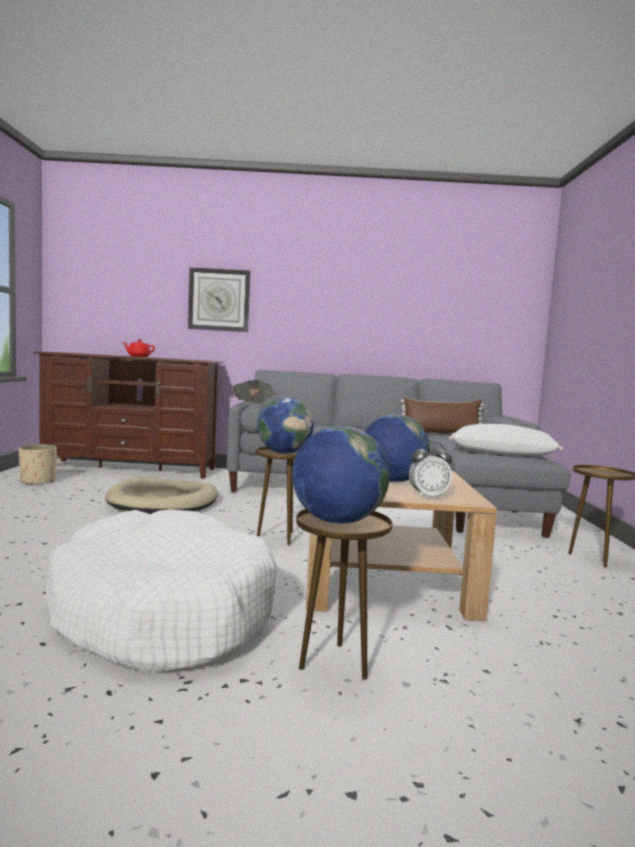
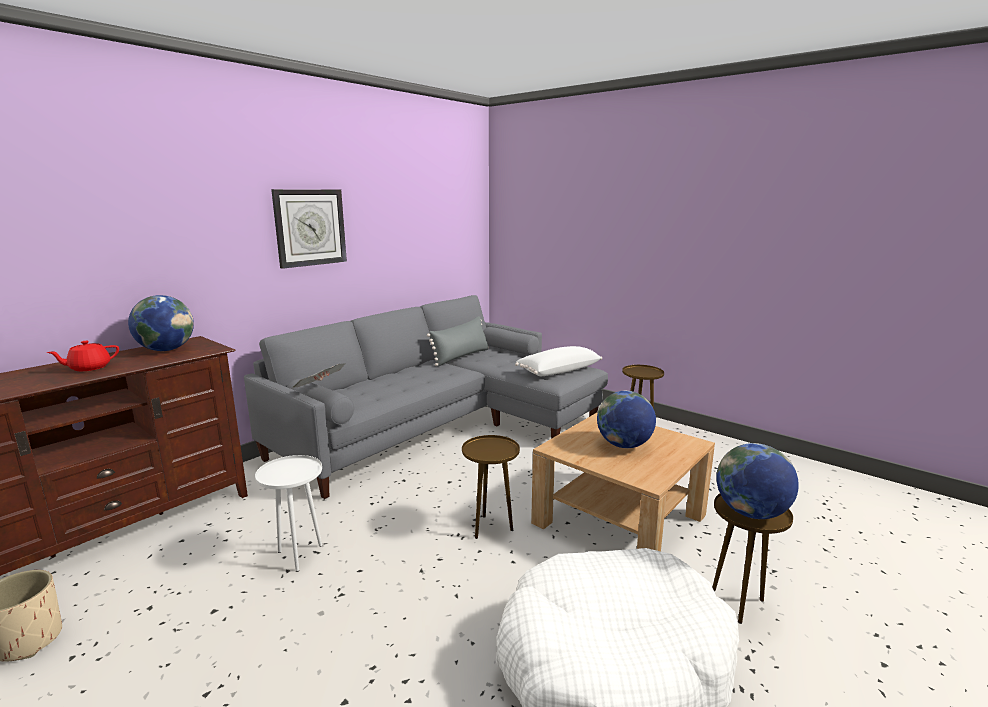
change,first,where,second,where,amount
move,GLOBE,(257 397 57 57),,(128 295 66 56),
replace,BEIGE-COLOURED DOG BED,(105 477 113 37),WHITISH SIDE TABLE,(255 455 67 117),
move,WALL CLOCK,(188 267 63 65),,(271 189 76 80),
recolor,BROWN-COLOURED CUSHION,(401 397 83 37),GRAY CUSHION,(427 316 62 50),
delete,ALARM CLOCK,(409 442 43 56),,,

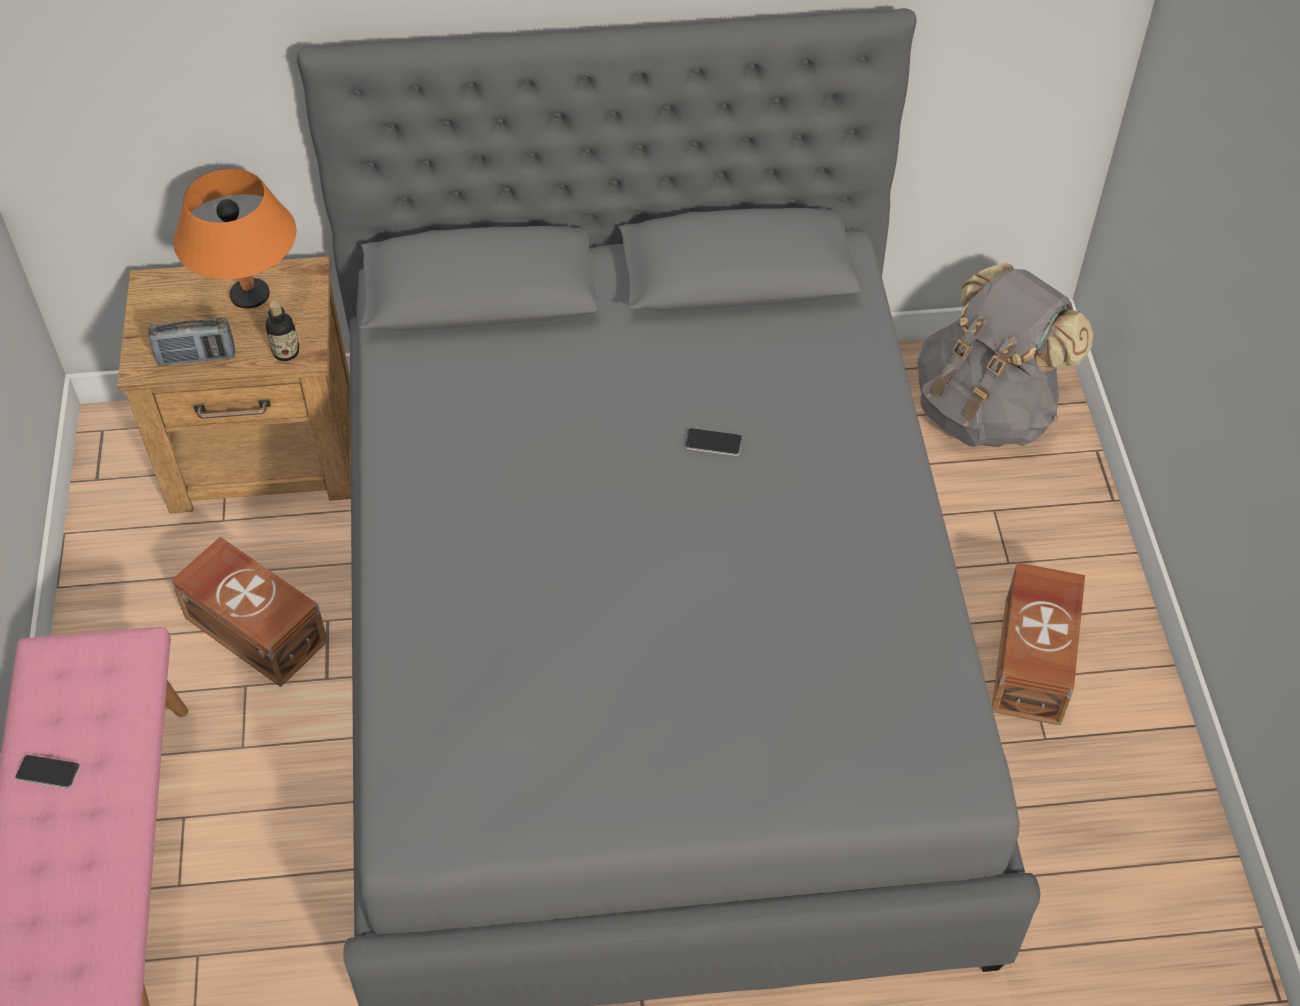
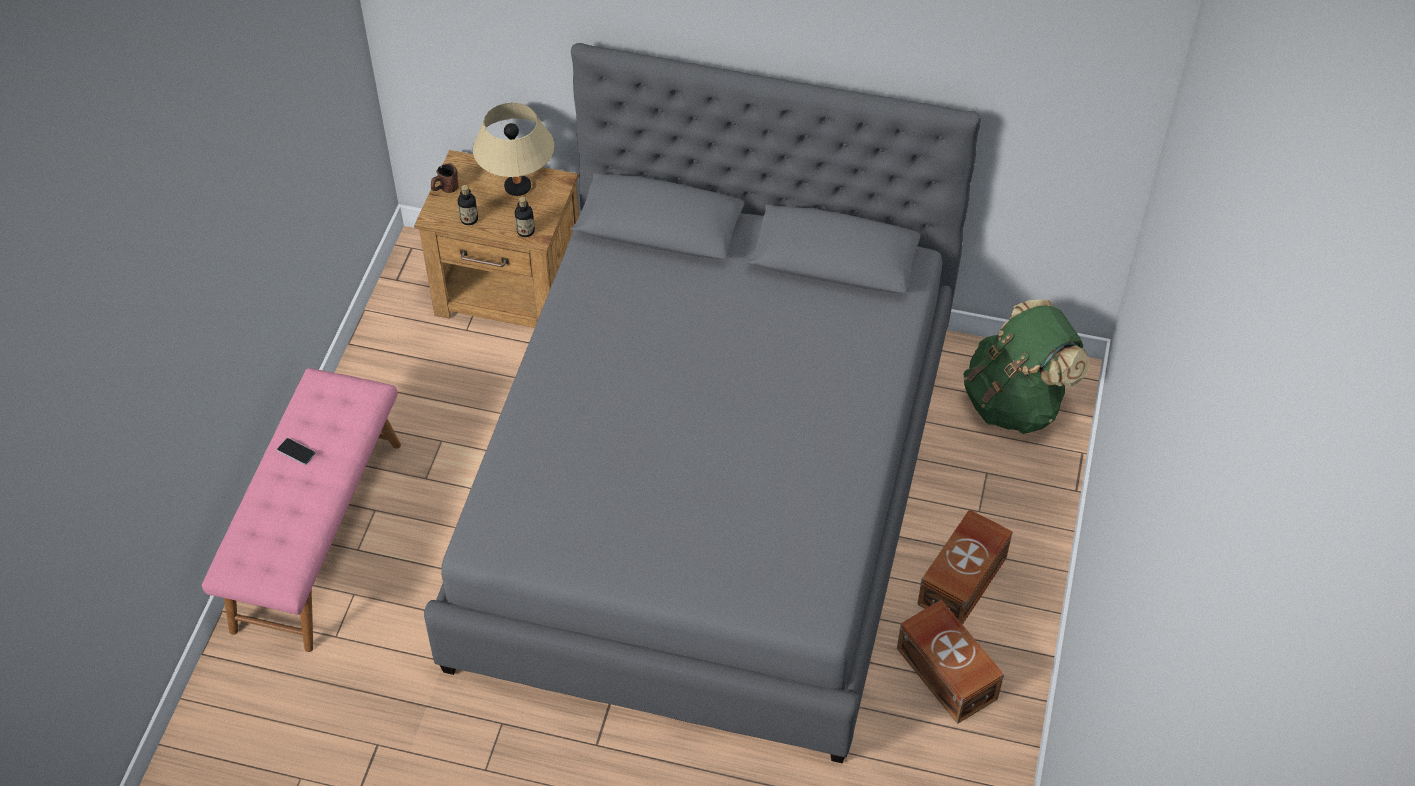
change,first,where,second,where,amount
insert,,,BROWN-COLOURED MUG,(431 163 27 30),
replace,RADIO RECEIVER,(148 317 87 49),DRINK BOTTLE,(458 185 20 40),
recolor,ORANGE TABLETOP LAMP,(174 169 122 140),BEIGE-COLOURED TABLETOP LAMP,(473 103 82 93),
move,BROWN-COLOURED STORAGE BOX,(171 537 157 150),,(897 600 107 124),
recolor,GRAY BACKPACK,(918 262 175 185),GREENISH BACKPACK,(963 299 127 135),
delete,TELEPHONE,(685 428 57 28),,,

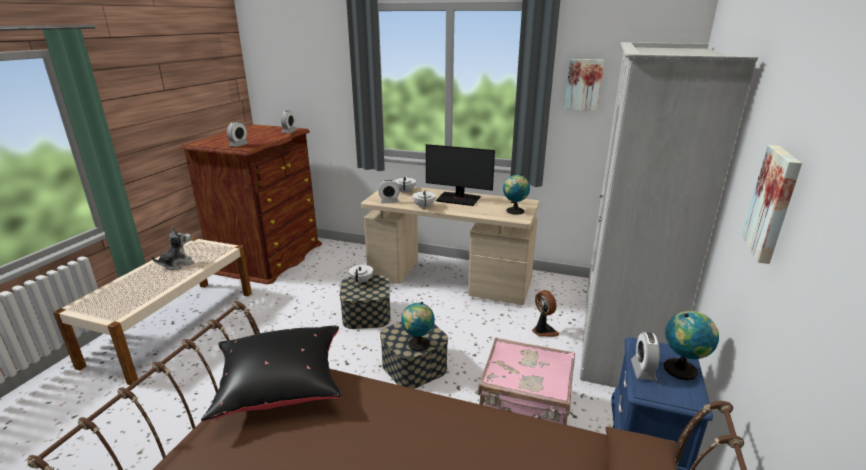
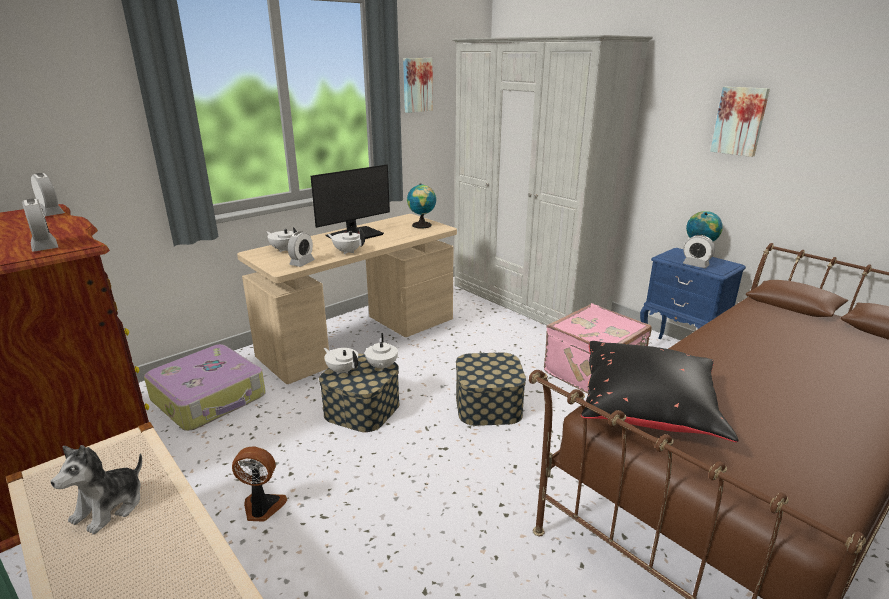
change,first,where,second,where,amount
rotate,CUDDLY TOY,(151 227 43 43),,(50 445 92 89),150 degrees counterclockwise
insert,,,PIECE OF LUGGAGE,(144 344 122 87),
move,COOLING FAN,(532 290 27 47),,(232 447 55 75),
insert,,,WHITISH TEAPOT,(365 333 33 38),
delete,GLOBE,(401 302 34 49),,,

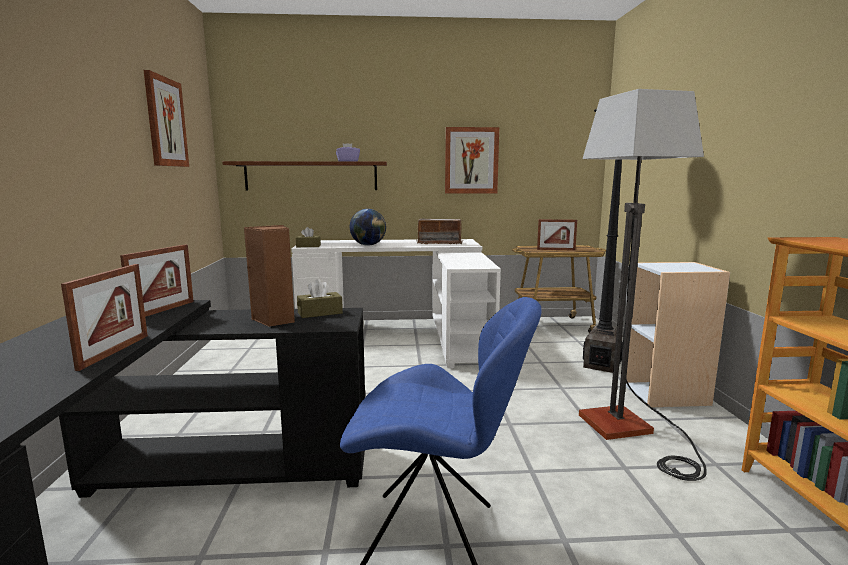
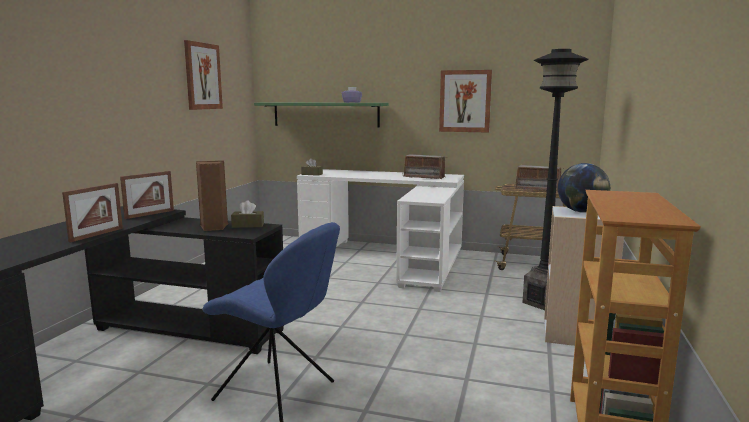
change,first,where,second,where,amount
recolor,BROWN-COLOURED WALL SHELF,(222 161 165 30),GREENISH WALL SHELF,(254 102 134 25),
replace,PICTURE FRAME,(537 219 40 32),RADIO RECEIVER,(514 165 47 26),
move,GLOBE,(350 209 36 37),,(558 163 52 50),
delete,STANDING LAMP,(579 89 128 392),,,

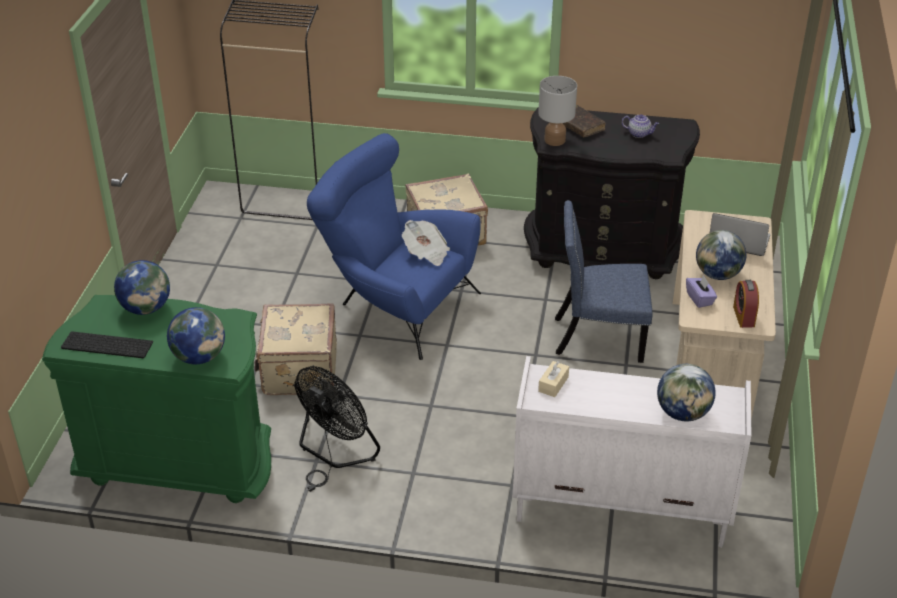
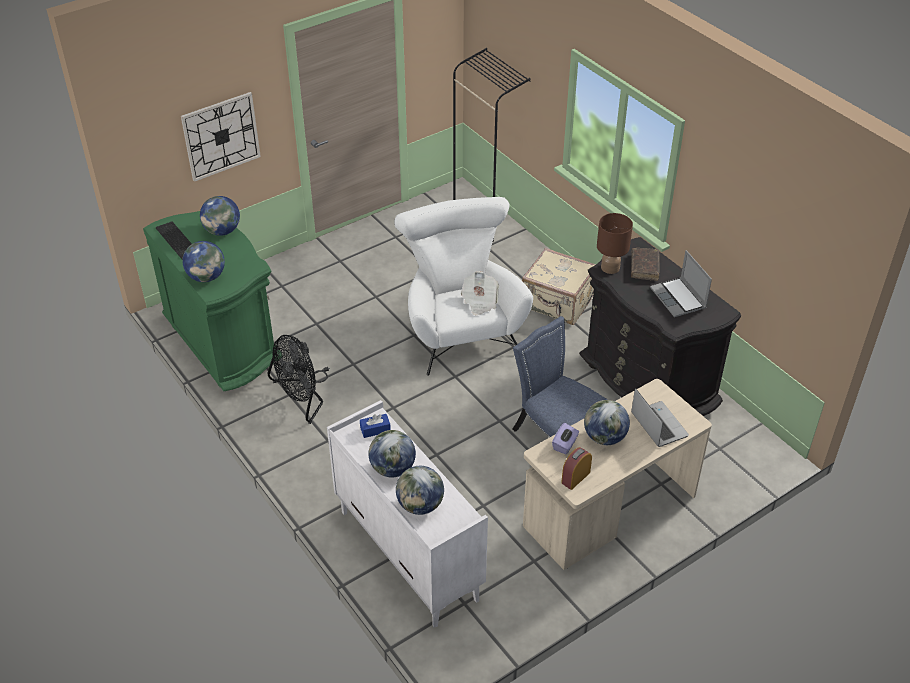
change,first,where,second,where,amount
insert,,,WALL CLOCK,(181 92 80 90),
rotate,BLACKISH COOLING FAN,(293 366 87 126),,(268 335 62 89),150 degrees clockwise
recolor,BEIGE-COLOURED TISSUE HOLDER,(538 361 31 36),BLUE-COLOURED TISSUE HOLDER,(360 414 31 24),
insert,,,GLOBE,(369 430 47 48),
recolor,BLUE-COLOURED ARMCHAIR,(307 133 174 227),WHITISH ARMCHAIR,(394 197 139 179),
recolor,GRAY TABLETOP LAMP,(538 76 39 70),BROWN-COLOURED TABLETOP LAMP,(597 213 36 61),
replace,TEAPOT,(622 114 37 24),NOTEBOOK COMPUTER,(650 250 62 67),
delete,BEIGE-COLOURED PIECE OF LUGGAGE,(255 304 82 91),,,

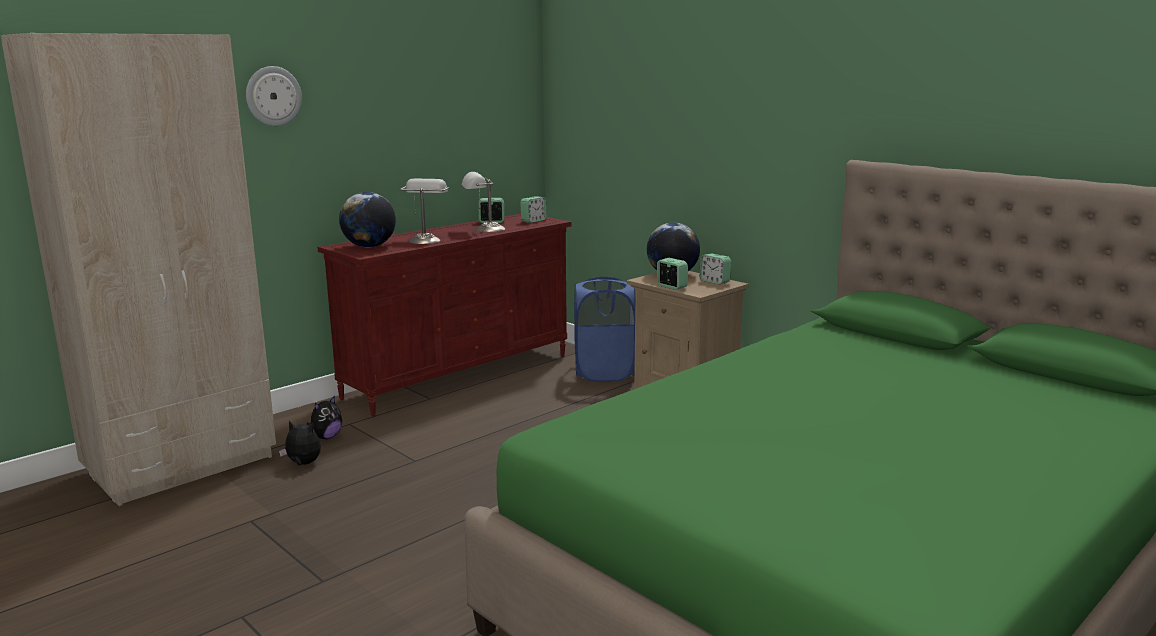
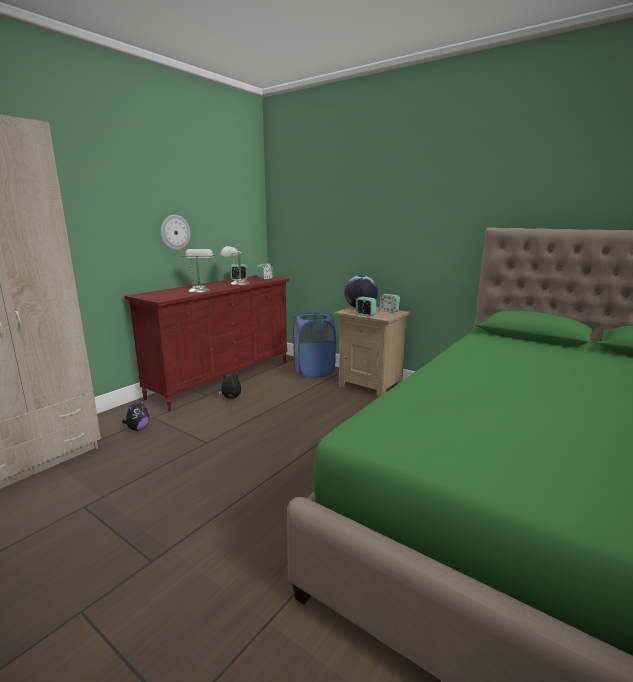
change,first,where,second,where,amount
move,WALL CLOCK,(246 66 56 60),,(161 215 30 36),
move,CUDDLY TOY,(279 421 42 44),,(218 374 23 25),
delete,GLOBE,(339 192 57 55),,,

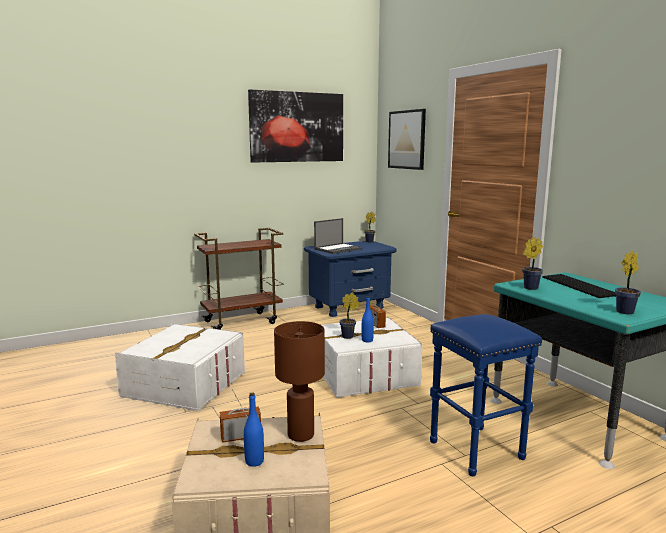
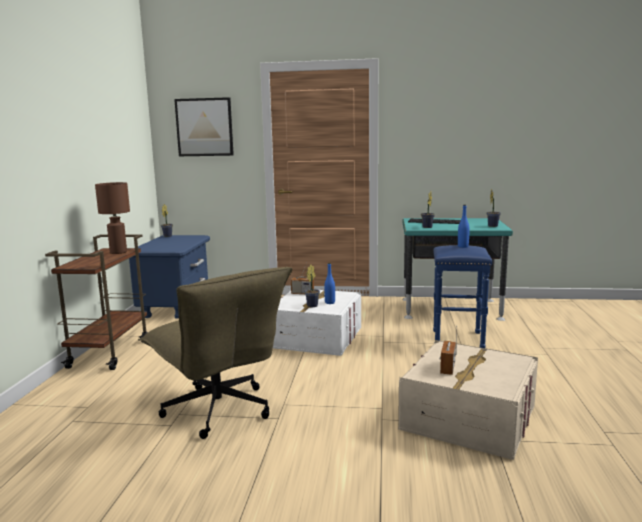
change,first,where,second,where,amount
move,BROWN-COLOURED TABLETOP LAMP,(274 321 51 121),,(95 182 35 72),
replace,WHITISH STORAGE BOX,(115 324 130 87),BEIGE-COLOURED OFFICE CHAIR,(138 267 154 172),
move,BLUE-COLOURED DRINK BOTTLE,(244 393 20 74),,(458 205 12 43),
delete,WALL PICTURE,(248 89 95 74),,,
delete,NOTEBOOK COMPUTER,(314 218 48 36),,,

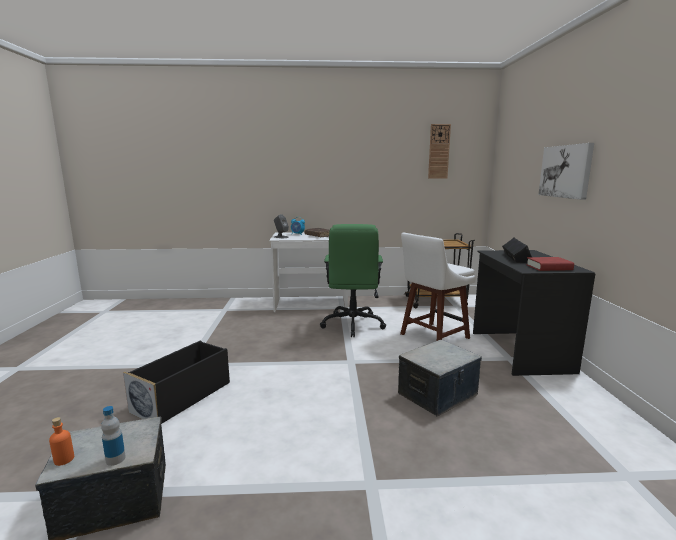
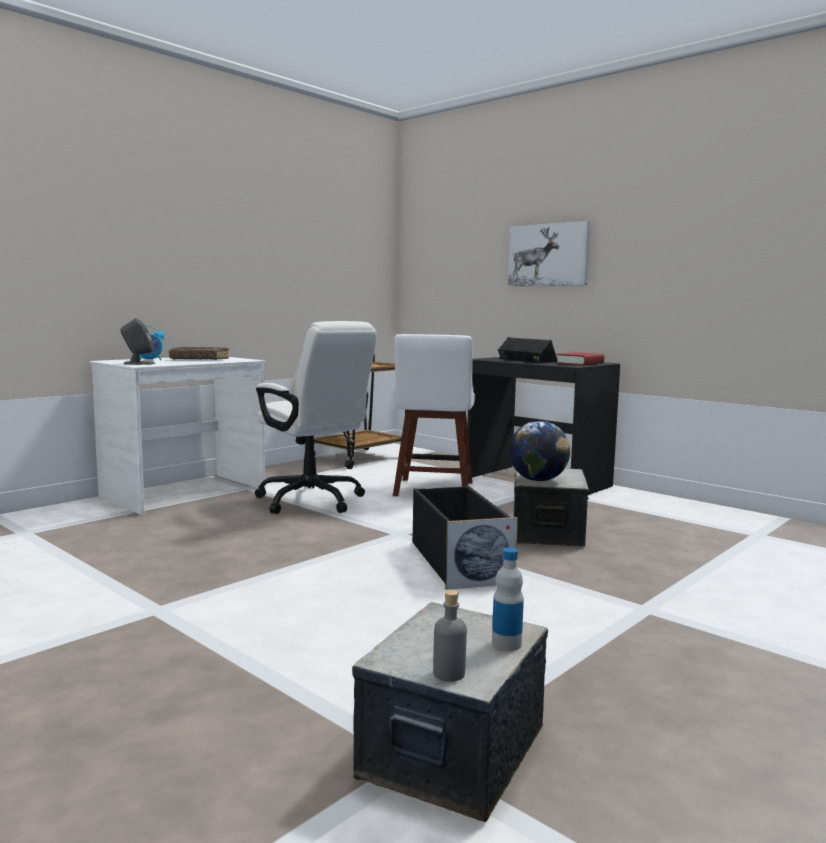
change,first,where,second,where,amount
recolor,GREENISH OFFICE CHAIR,(320 224 66 113),WHITISH OFFICE CHAIR,(255 321 122 193),
move,BLACKISH STORAGE BOX,(123 341 107 83),,(413 486 105 104),
recolor,ORANGE DRINK BOTTLE,(49 417 25 49),GRAY DRINK BOTTLE,(433 590 34 92),
insert,,,GLOBE,(509 421 61 60),
delete,WALL CLOCK,(428 124 23 54),,,

